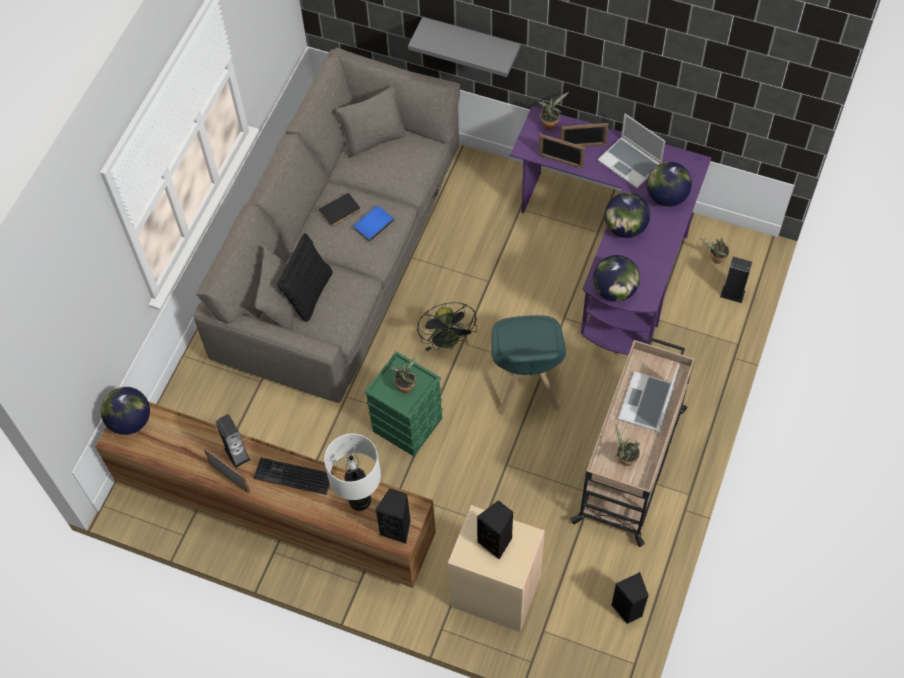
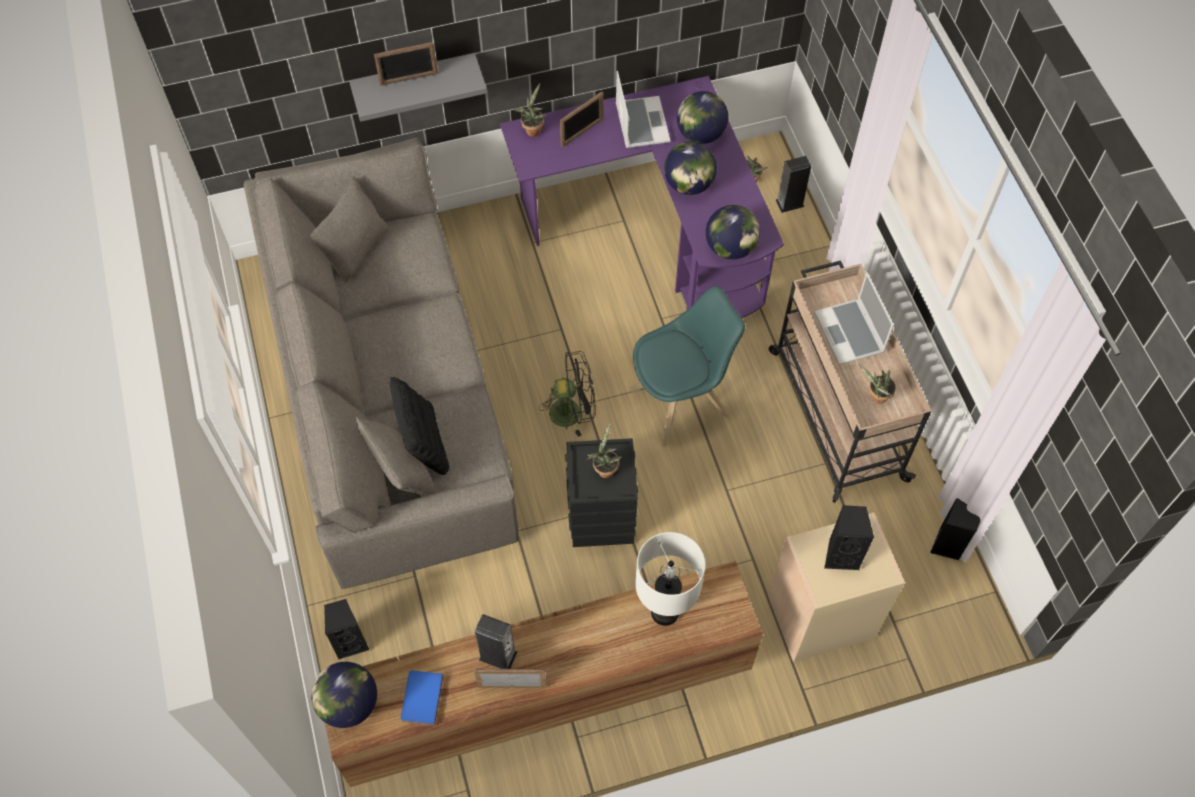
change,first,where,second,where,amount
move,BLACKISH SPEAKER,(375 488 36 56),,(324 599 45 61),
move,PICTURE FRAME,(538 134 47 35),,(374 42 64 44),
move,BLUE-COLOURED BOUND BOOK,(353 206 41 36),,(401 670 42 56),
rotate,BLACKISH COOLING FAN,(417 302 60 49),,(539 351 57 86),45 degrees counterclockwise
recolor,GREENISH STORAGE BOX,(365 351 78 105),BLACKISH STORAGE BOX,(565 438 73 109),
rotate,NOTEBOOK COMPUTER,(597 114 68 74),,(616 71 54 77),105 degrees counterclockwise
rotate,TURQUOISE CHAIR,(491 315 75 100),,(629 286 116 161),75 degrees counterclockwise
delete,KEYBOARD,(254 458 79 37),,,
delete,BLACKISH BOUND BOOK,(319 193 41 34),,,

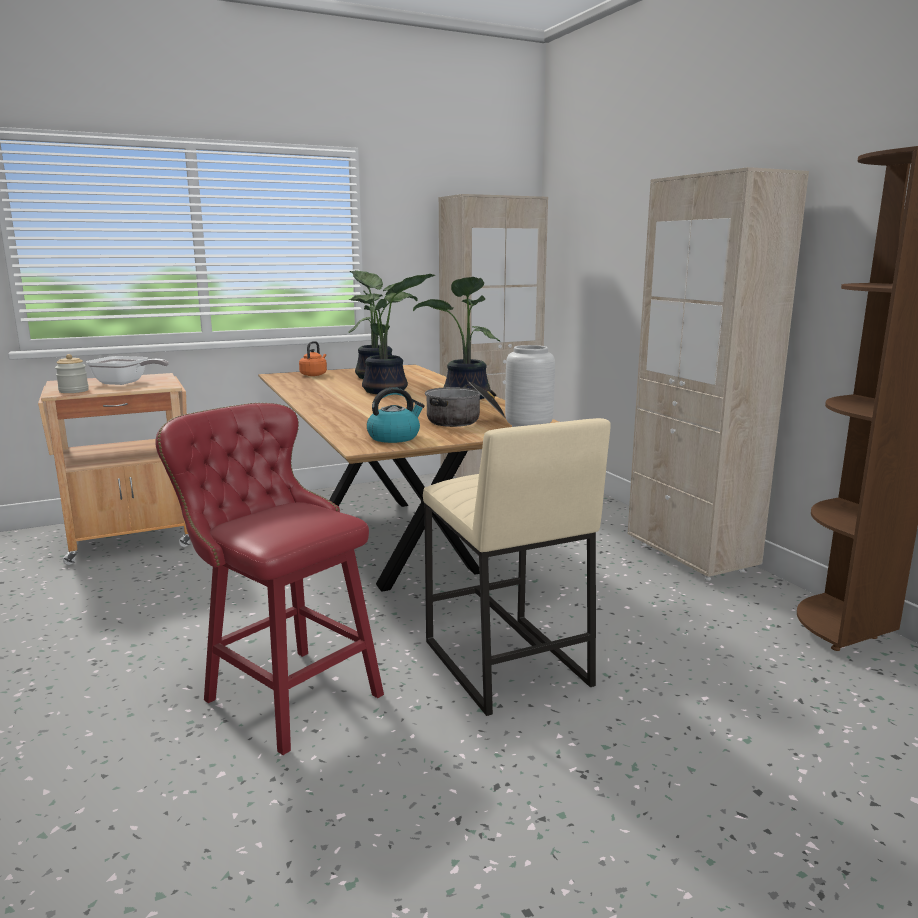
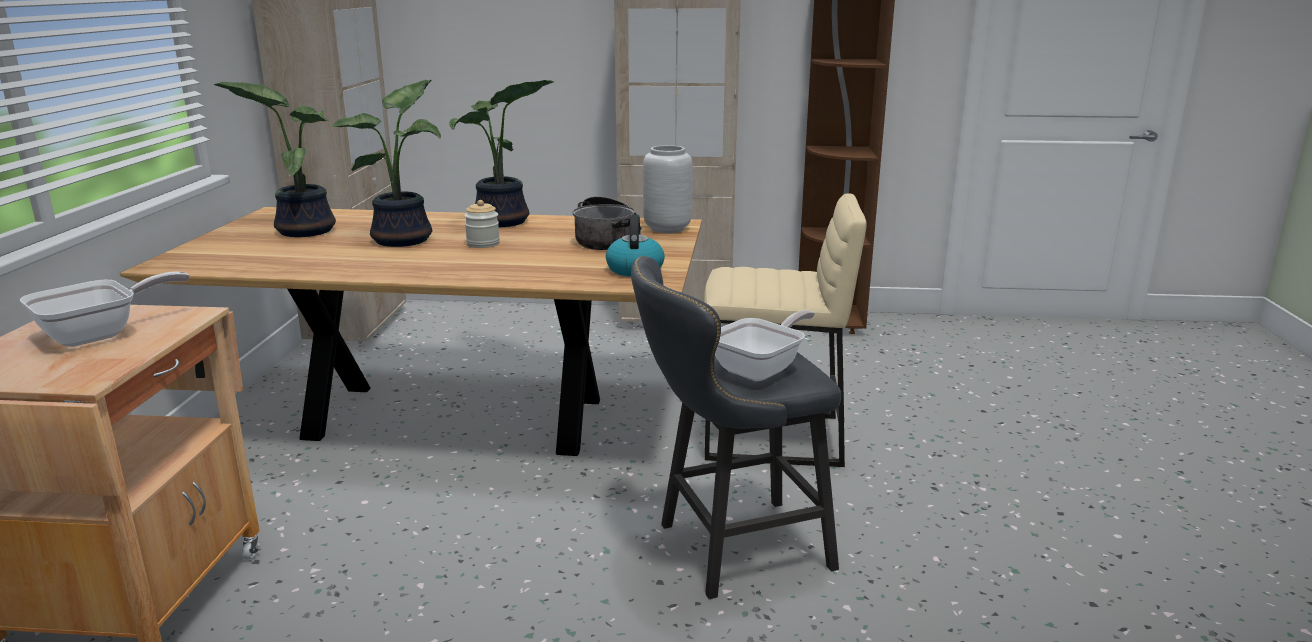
change,first,where,second,where,amount
move,JAR,(55 354 34 39),,(464 200 36 48),
recolor,RED-COLOURED STOOL,(155 403 229 352),GRAY STOOL,(631 256 210 343),
insert,,,SKILLET,(715 310 100 71),
delete,ORANGE WATER KETTLE,(299 341 28 35),,,

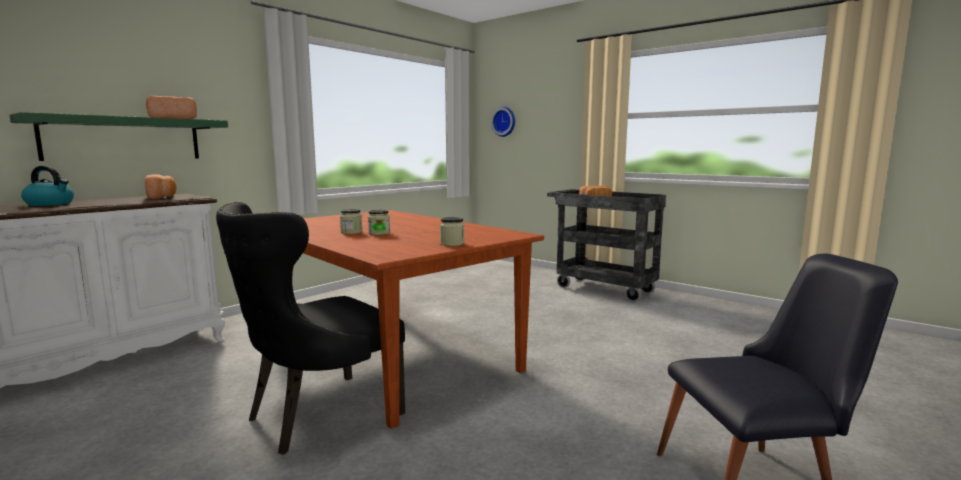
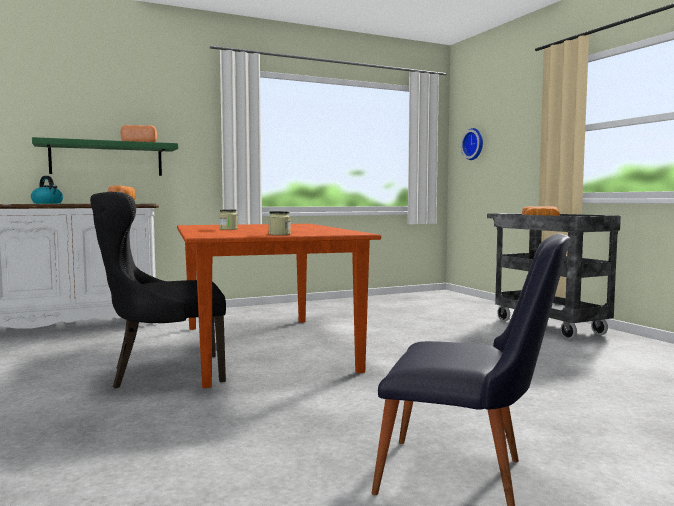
change,first,where,second,where,amount
delete,JAR,(368 210 22 25),,,

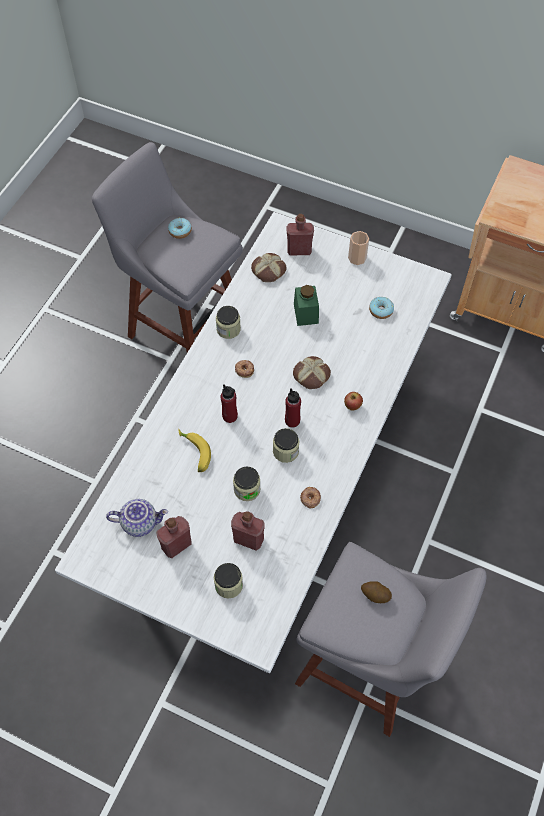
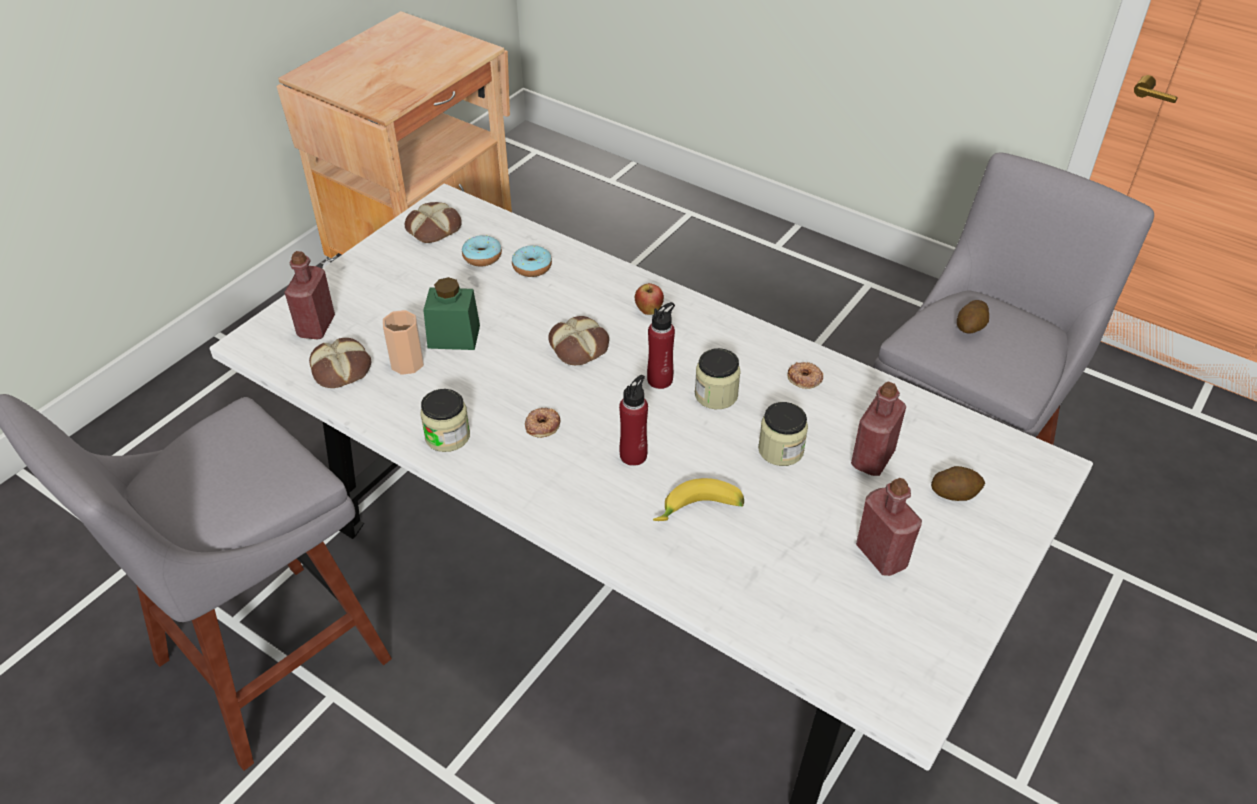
change,first,where,second,where,amount
move,CUP,(348 231 21 34),,(383 310 41 65),
insert,,,BAKERY BREAD,(405 202 57 41),
move,DONUT,(168 218 24 21),,(512 245 40 32),
replace,JAR,(214 563 29 35),SPUD,(931 466 54 35),
delete,TEAPOT,(106 499 62 38),,,

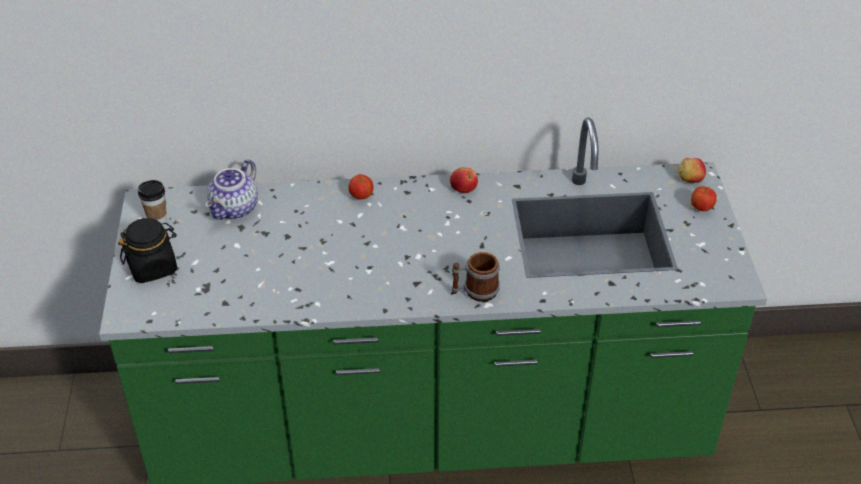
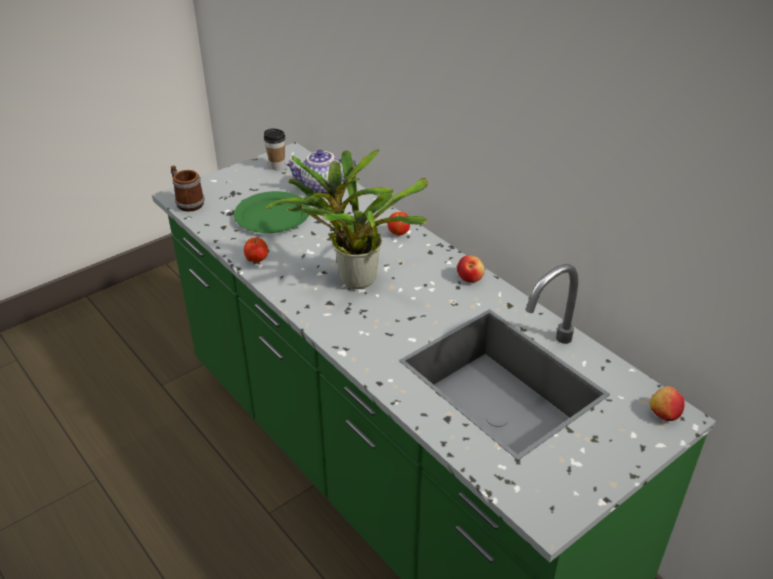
change,first,where,second,where,amount
move,MUG,(451 252 49 50),,(171 166 34 46),
insert,,,GREENISH PLATE,(234 191 75 42),
move,APPLE FRUIT,(691 187 26 24),,(244 238 24 24),
insert,,,POTTED PLANT,(265 149 163 140),
delete,BLACKISH JAR,(118 218 59 65),,,

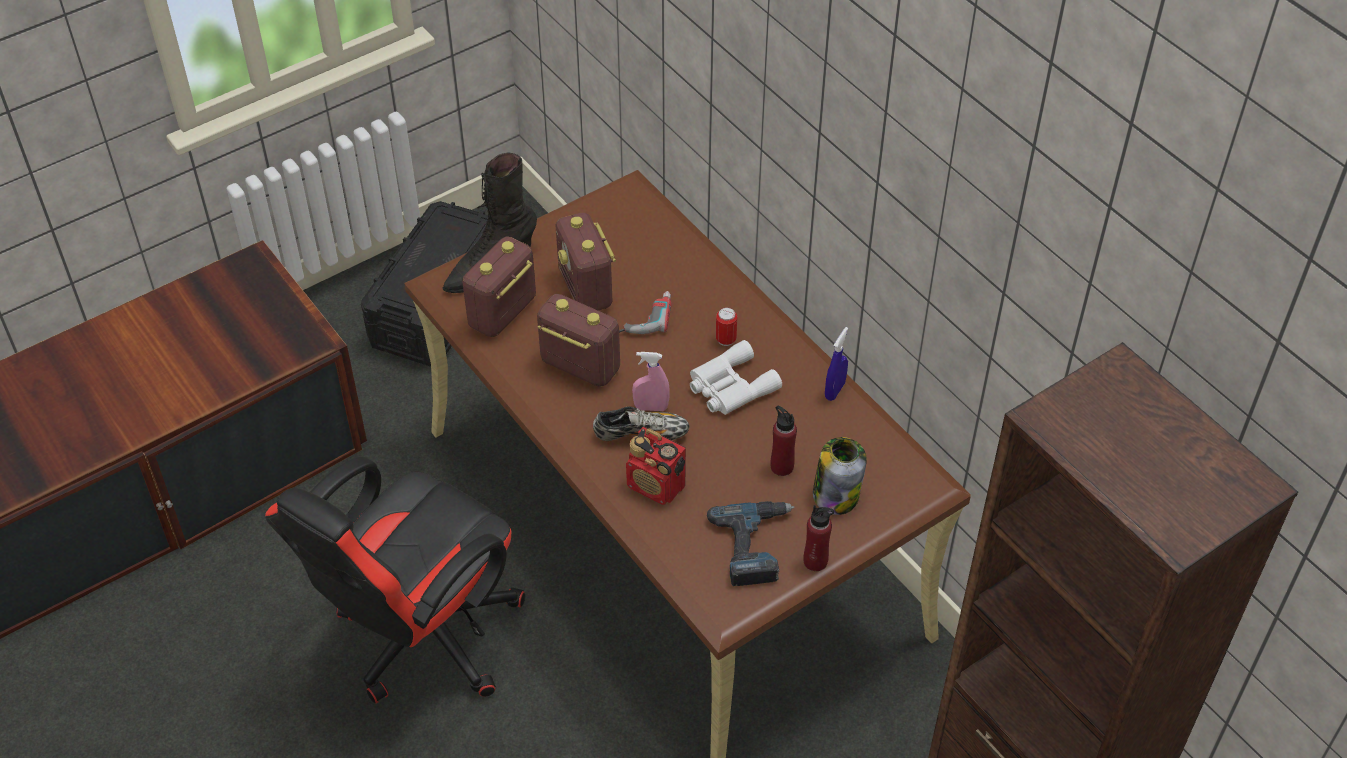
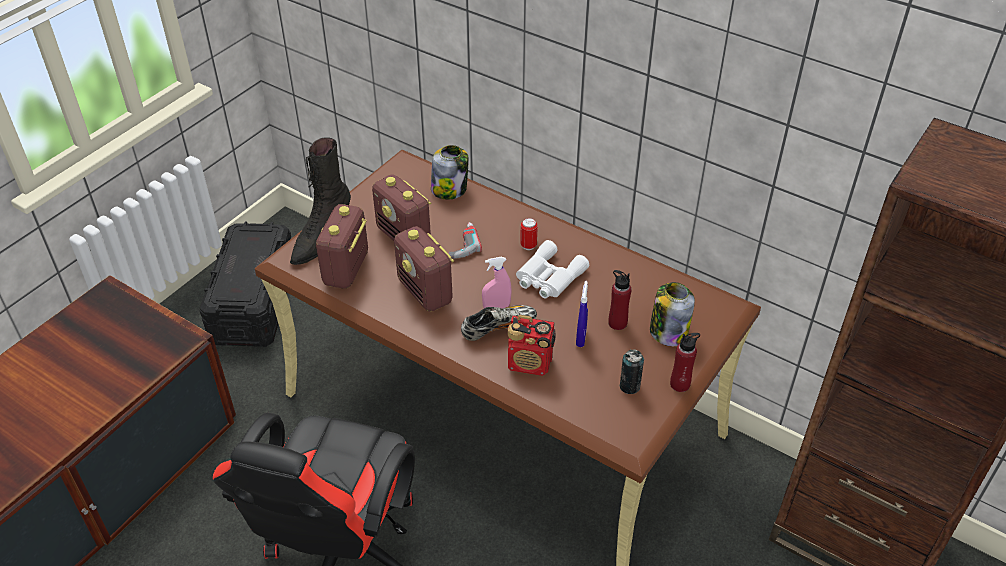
change,first,where,second,where,amount
rotate,RADIO RECEIVER,(537 294 83 93),,(394 226 60 86),135 degrees counterclockwise
insert,,,JAR,(431 145 38 55),
move,BLUE-COLOURED SPRAYER,(825 327 23 74),,(576 281 12 66),
replace,DRILL,(707 501 88 85),CAN,(620 349 24 45),

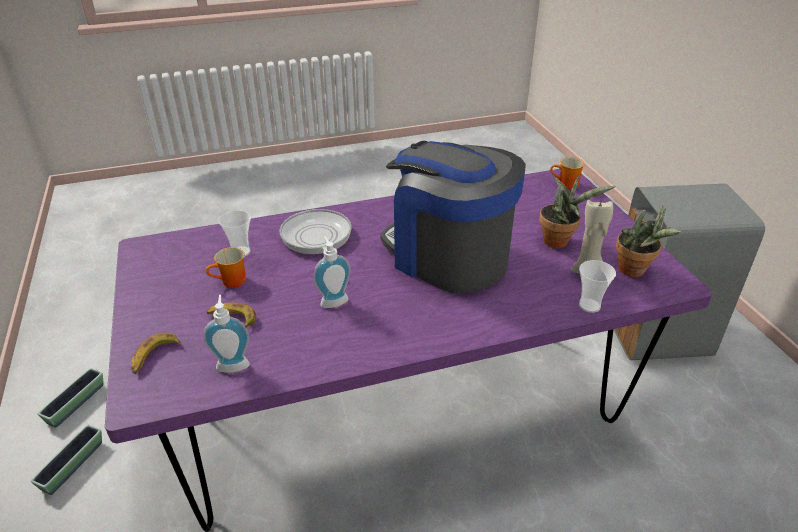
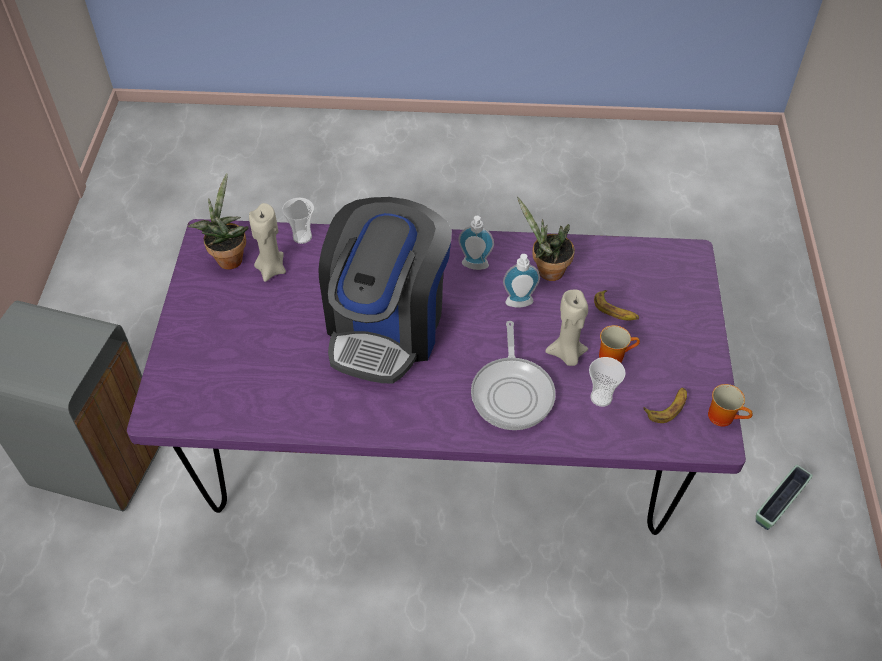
change,first,where,second,where,amount
rotate,COFFEE MACHINE,(380 141 146 153),,(318 197 134 187),45 degrees clockwise
move,SOAP DISPENSER,(203 295 47 78),,(458 216 36 54),
move,POTTED PLANT,(539 175 77 73),,(517 197 58 84),
insert,,,BEIGE-COLOURED WAX CANDLE,(545 290 43 76),
move,BANANA FRUIT,(131 332 50 42),,(643 388 44 35),
move,MUG,(550 157 35 33),,(708 384 45 43),
delete,PLANTER,(38 368 65 60),,,

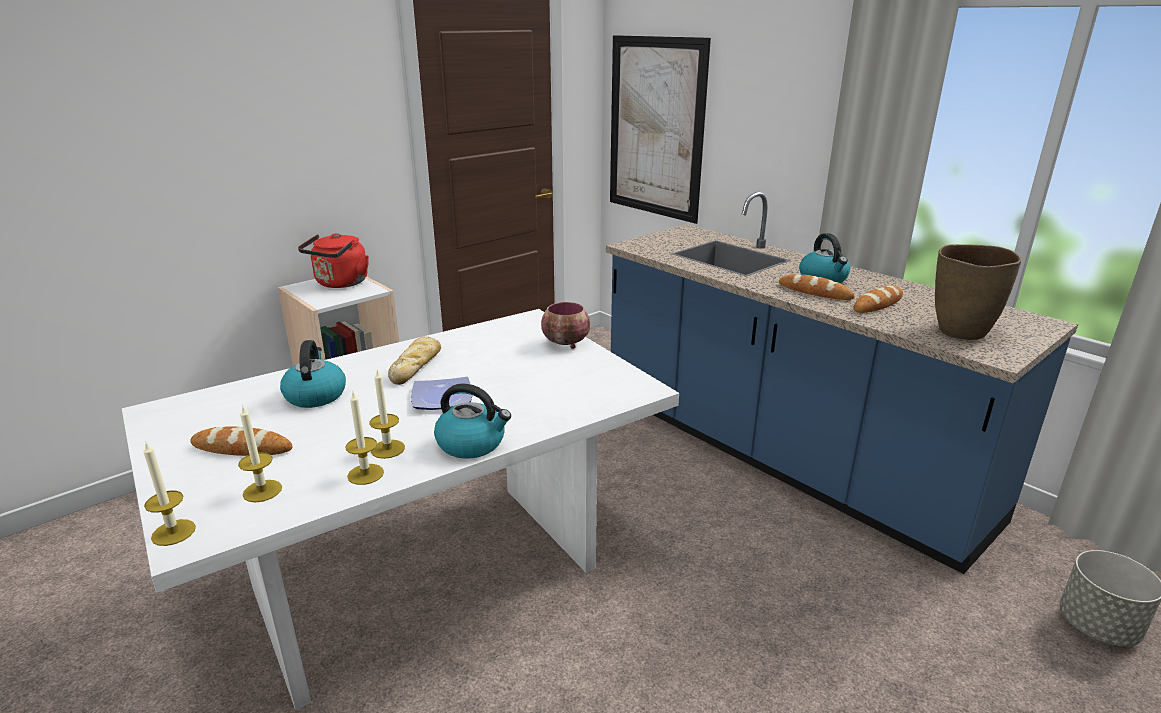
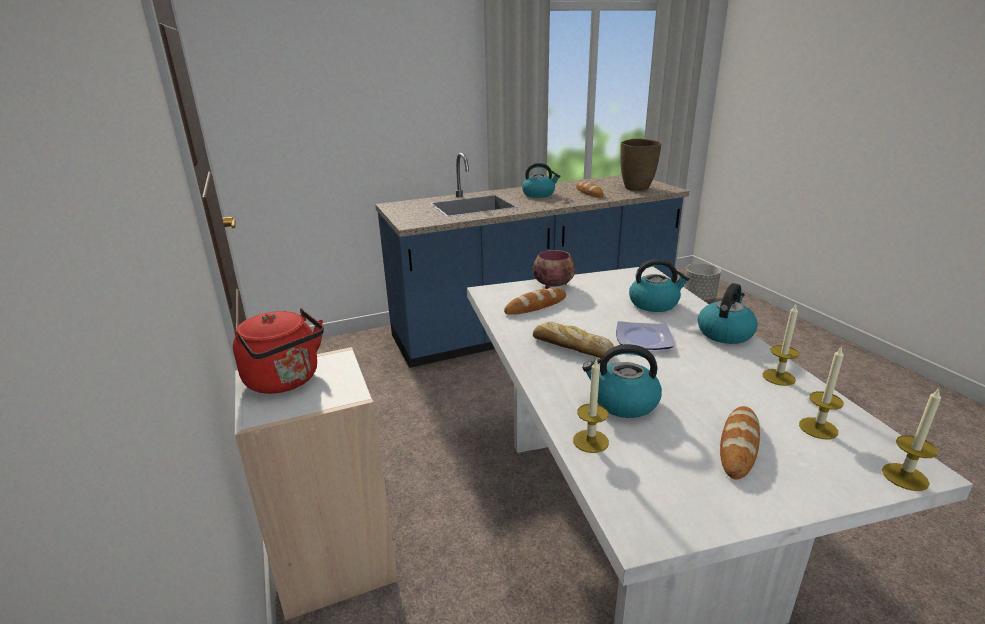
change,first,where,second,where,amount
move,BAKERY BREAD,(779 274 75 26),,(504 288 62 27),
move,WAX CANDLE,(369 370 36 89),,(573 358 36 95),
insert,,,WATER KETTLE,(629 259 61 53),
delete,WALL PICTURE,(610 35 101 189),,,

